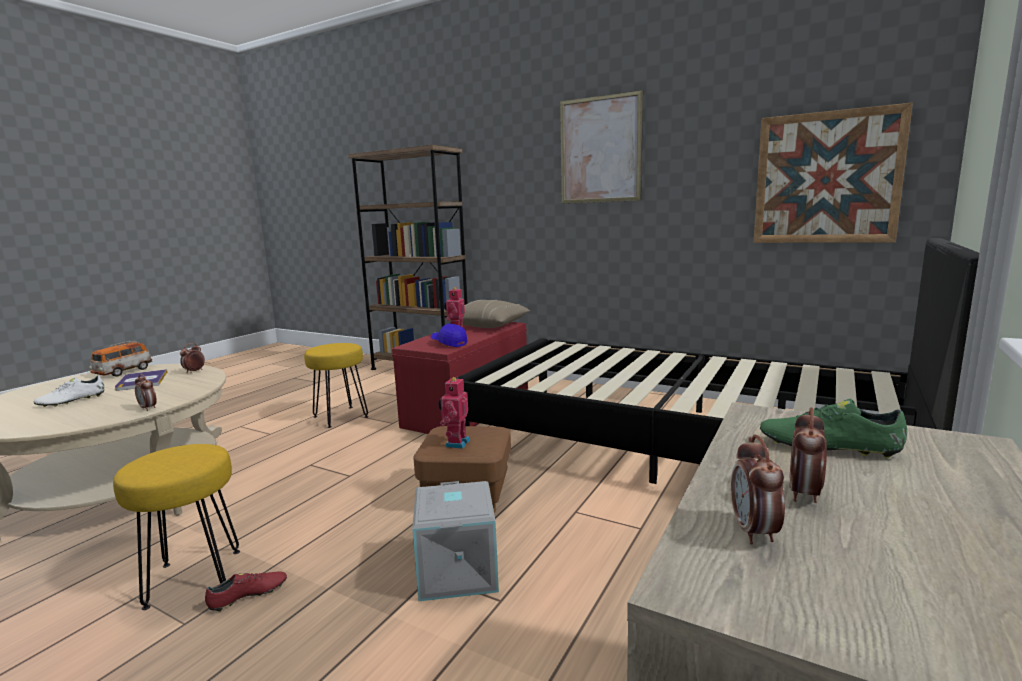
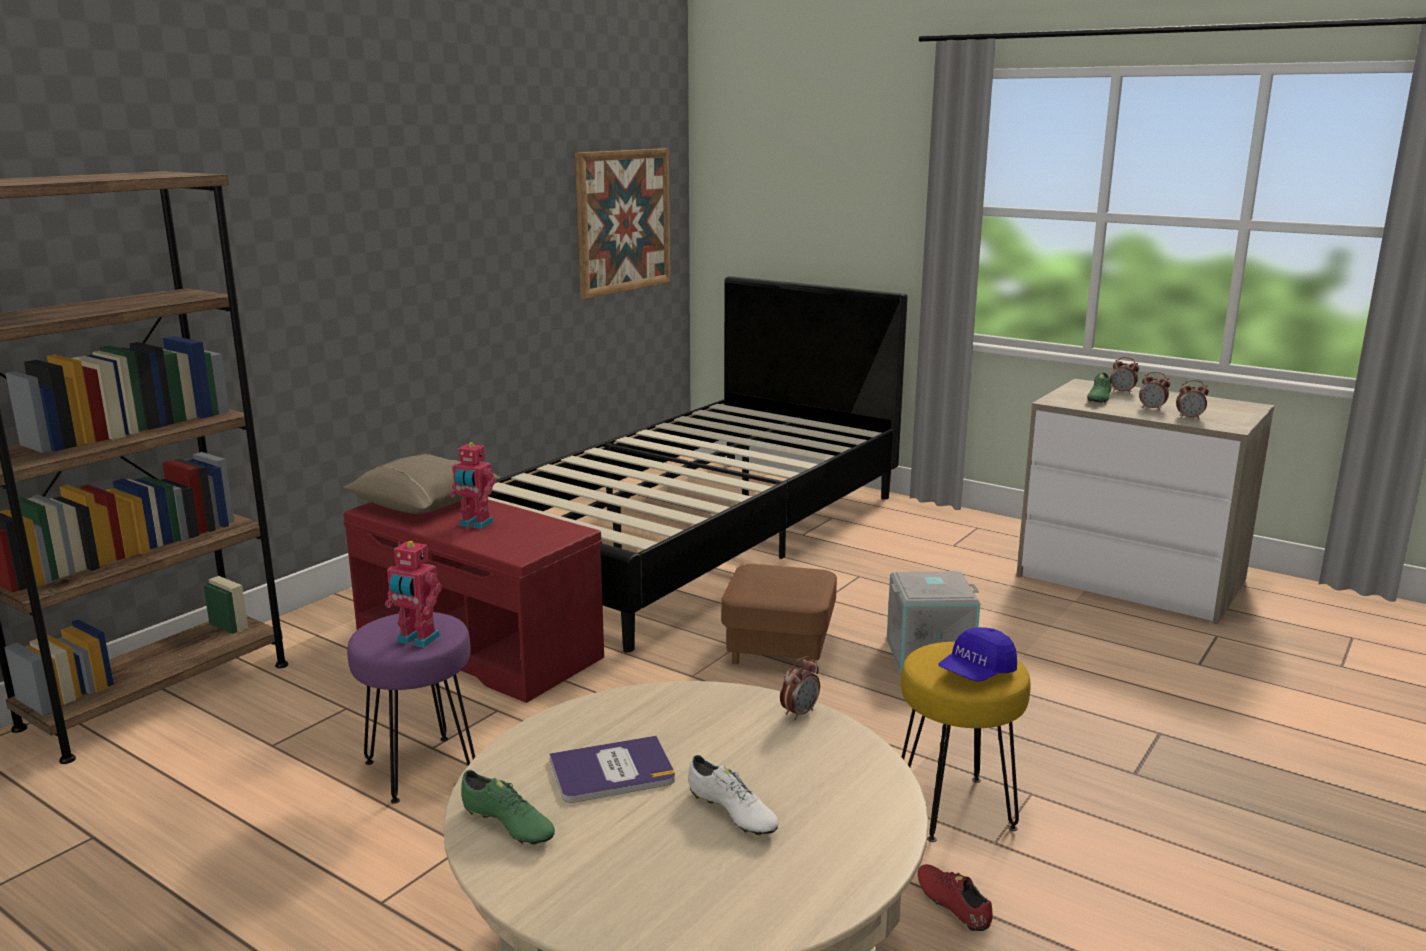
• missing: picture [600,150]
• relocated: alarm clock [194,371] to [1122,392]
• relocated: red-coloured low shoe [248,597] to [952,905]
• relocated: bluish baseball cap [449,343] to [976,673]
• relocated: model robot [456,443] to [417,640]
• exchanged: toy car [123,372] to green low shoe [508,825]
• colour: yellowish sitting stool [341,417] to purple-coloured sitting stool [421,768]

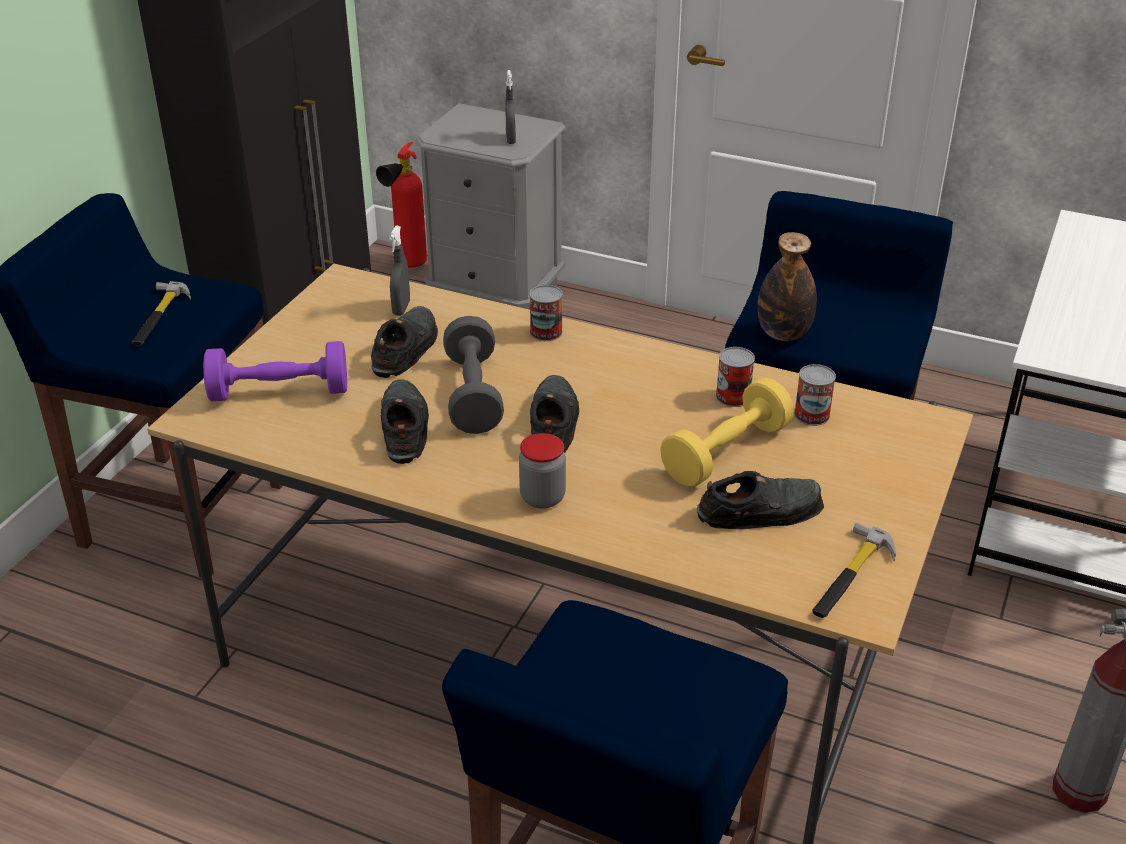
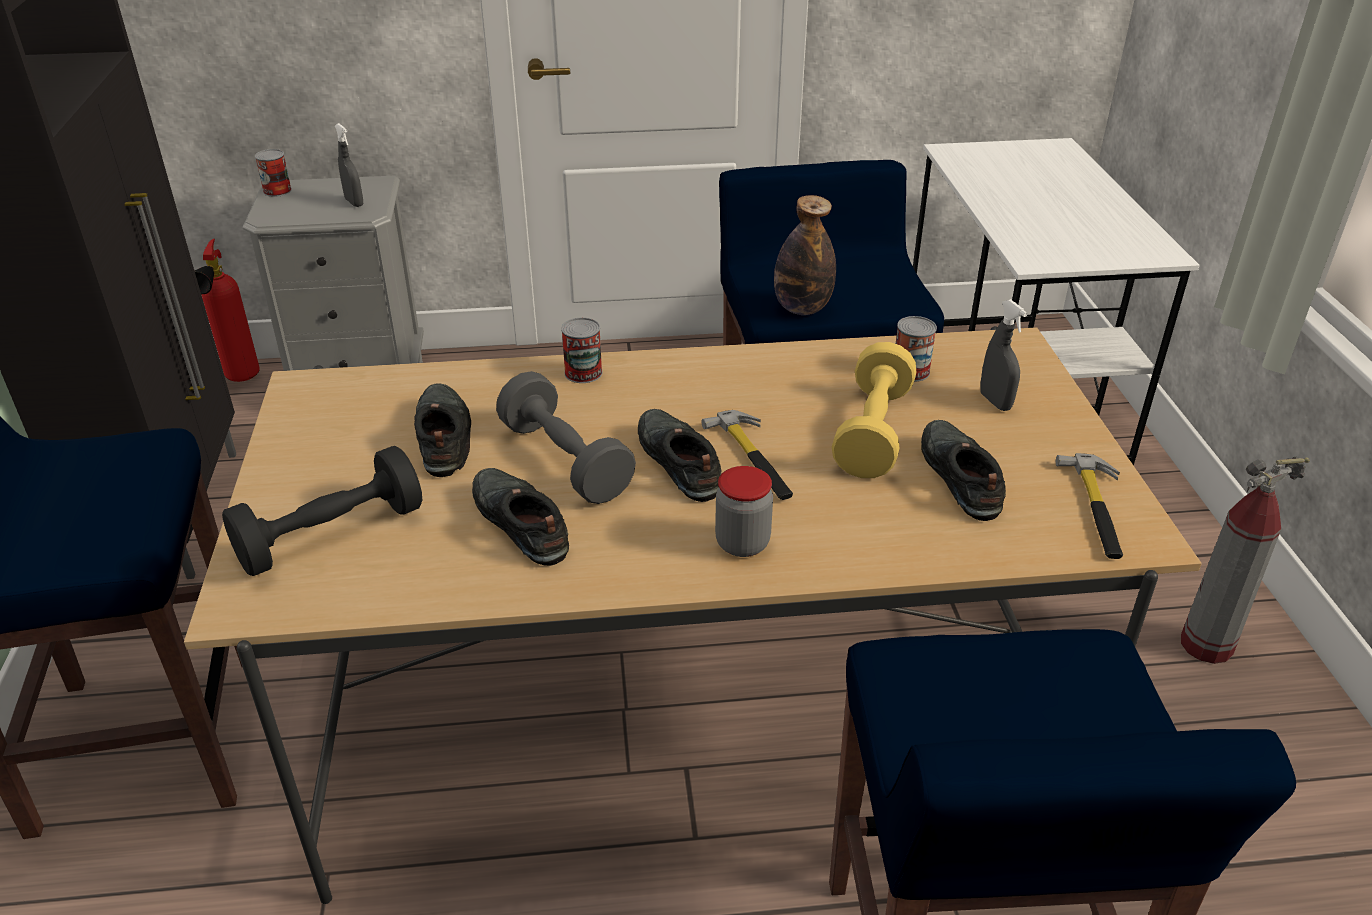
• relocated: tool hammer [159,317] to [754,458]
• relocated: grey sprayer [401,308] to [995,401]
• relocated: metal can [733,396] to [277,191]
• colour: purple-coloured dumbbell [279,392] to black-coloured dumbbell [331,535]
• spun: black-coloured low shoe [761,510] = [959,476] 60 degrees counterclockwise

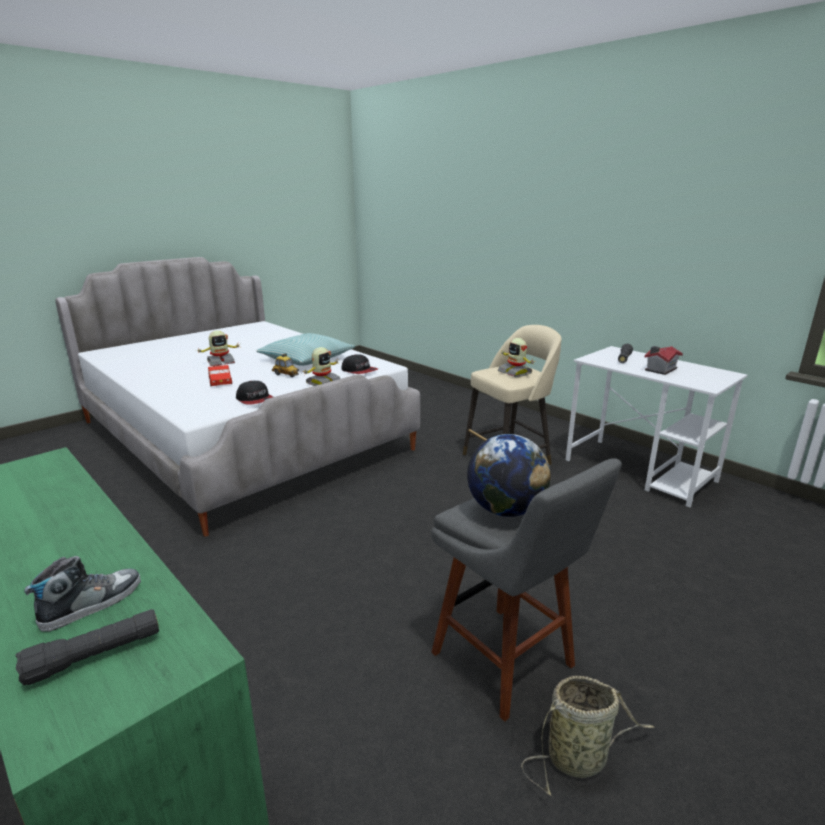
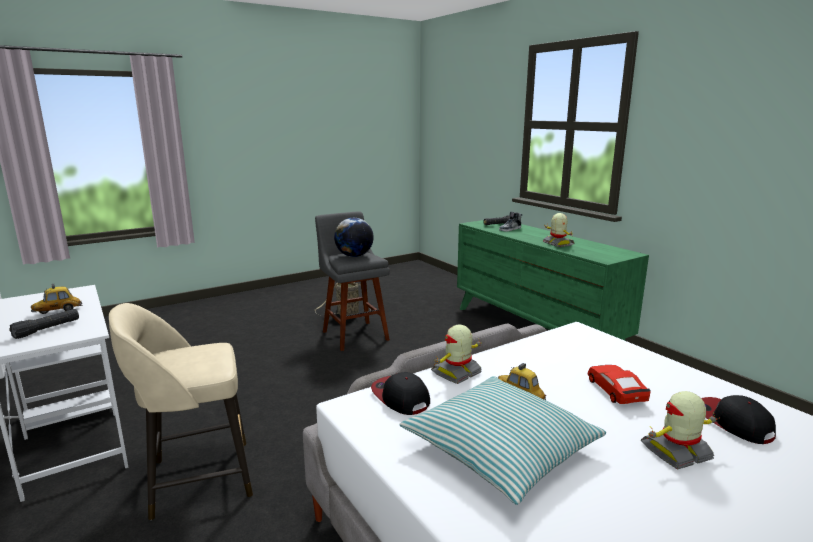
• relocated: baseball cap [255,400] to [732,422]
• relocated: model robot [515,372] to [557,244]
• exchanged: toy house [659,369] to toy car [58,311]

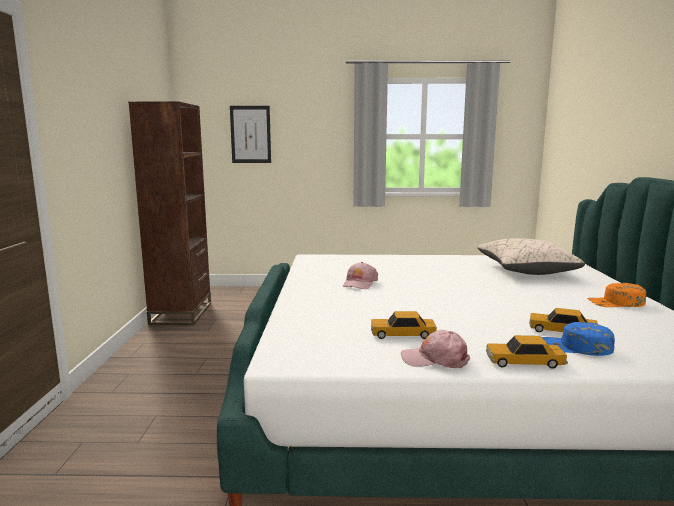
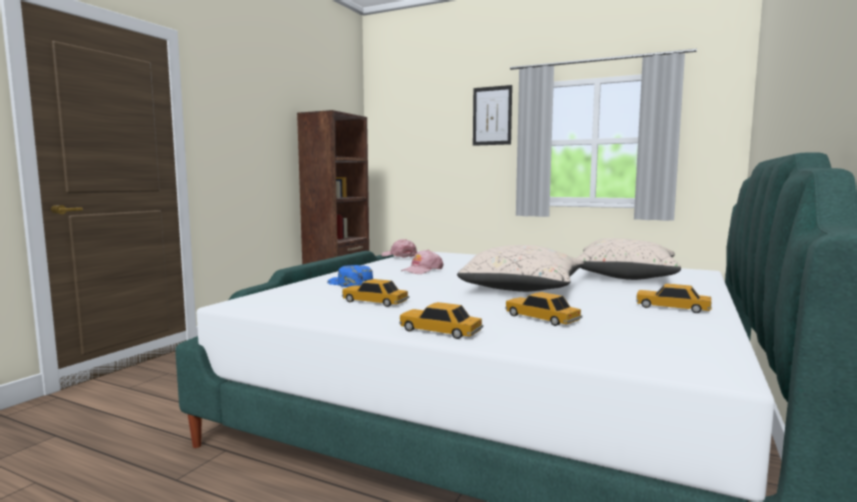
• appeared: beige-coloured pillow [523,290]
• relocated: picture [250,134] to [492,116]
• relocated: pinkish baseball cap [435,359] to [399,256]
• relocated: bluish baseball cap [575,347] to [350,284]
• exchanged: orange-coloured baseball cap [616,303] to toy car [672,308]

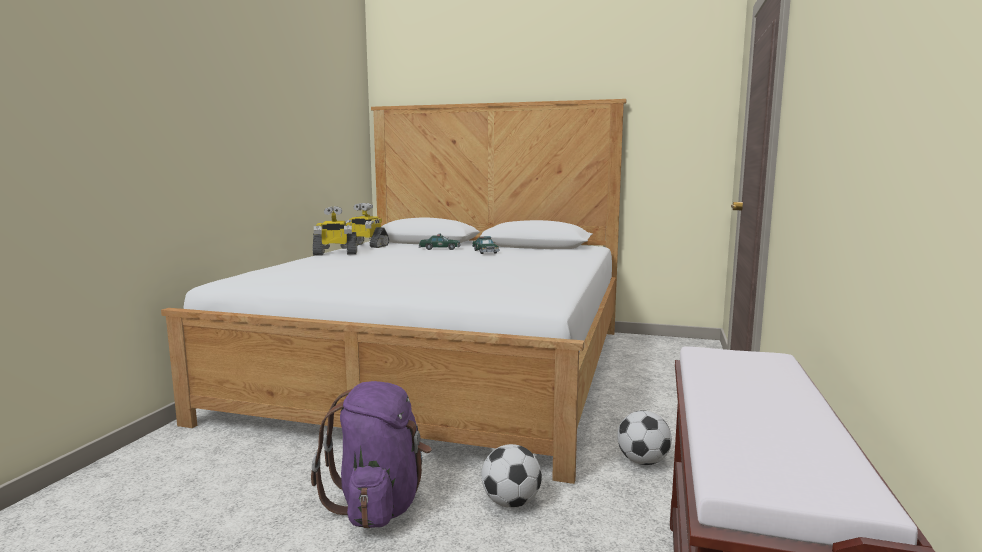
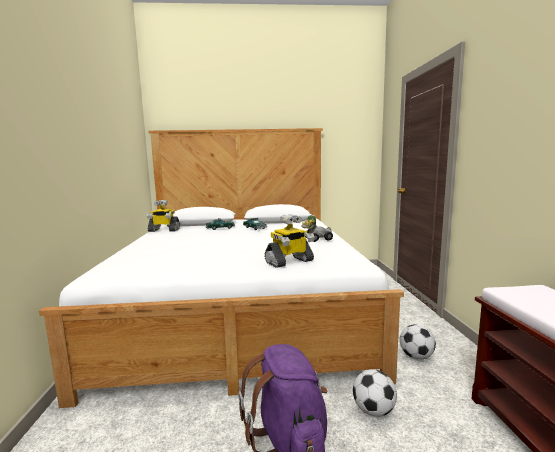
• appeared: toy car [316,239]
• relocated: model robot [335,253] to [289,262]

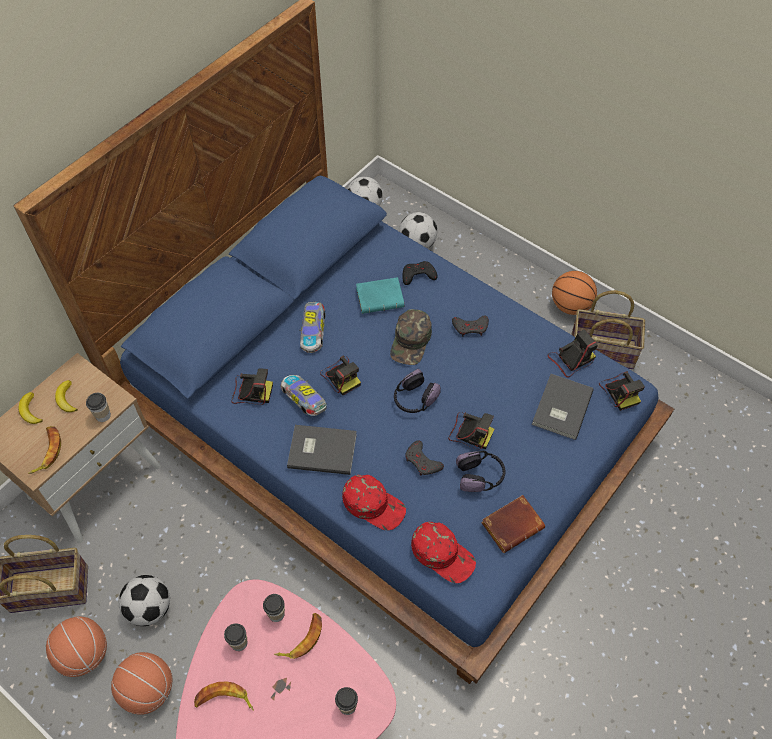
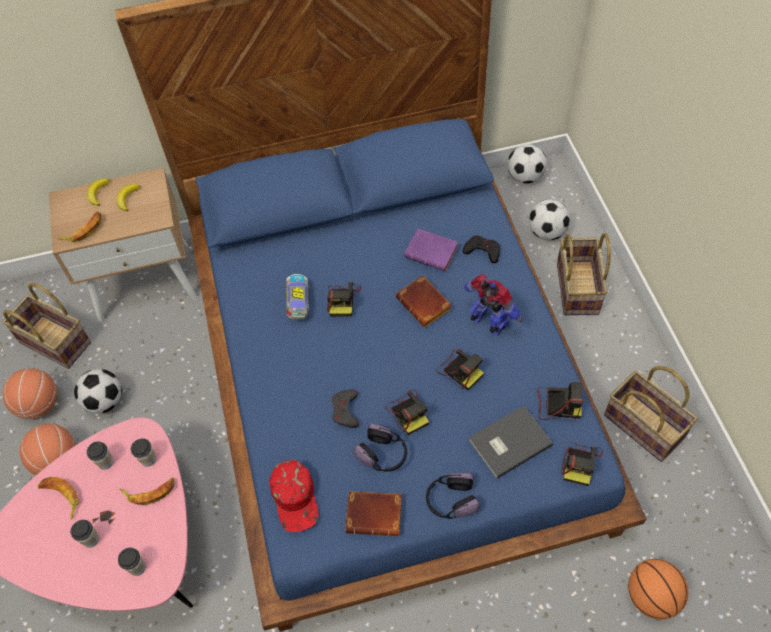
• missing: grey bound book [321,449]
• missing: toy car [313,331]
• missing: red-coloured baseball cap [374,504]
• appeared: storage basket [578,288]
• relocated: drinking cup [103,415] to [91,539]
• relocated: still camera [251,391] to [459,370]
• relocated: headphones [414,399] to [451,500]
• relocated: basketball [570,306] to [651,596]
• exchanged: green baseball cap [411,341] to brownish bound book [425,304]
• exchanged: grey joypad [470,327] to model robot [488,322]
• colour: turquoise bound book [381,297] to purple-coloured bound book [433,252]

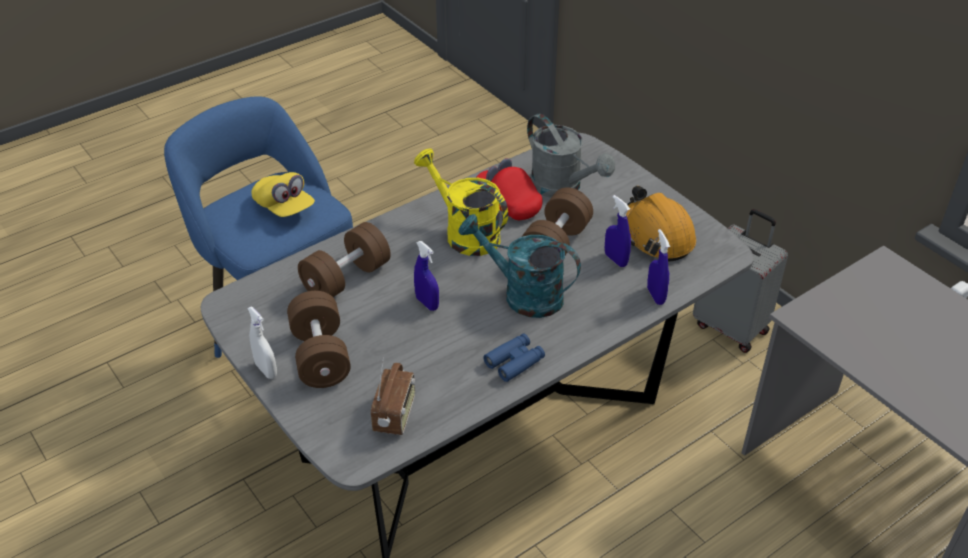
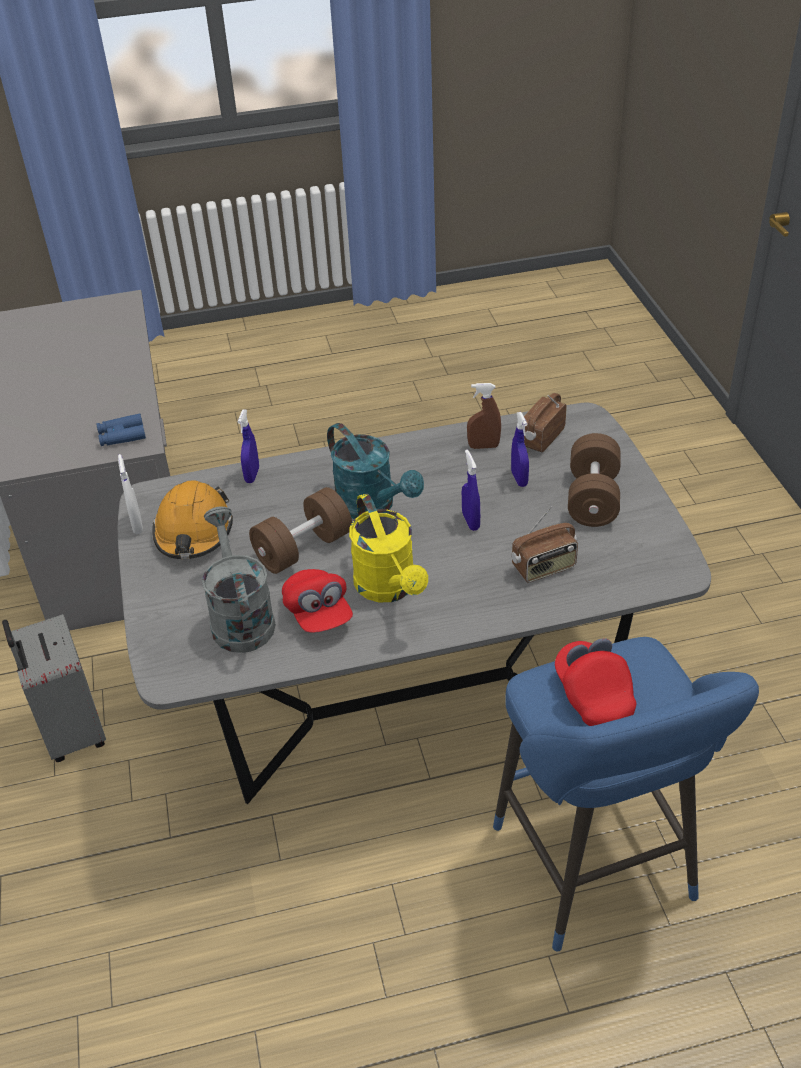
• appeared: brownish sprayer [483,446]
• relocated: white-coloured sprayer [266,370] to [137,525]
• relocated: bluish field glasses [514,362] to [122,435]
• relocated: bluish sprayer [615,260] to [519,479]
• exchanged: brownish dumbbell [346,279] to radio set [544,568]
• colour: yellowish baseball cap [284,207] to red-coloured baseball cap [593,695]

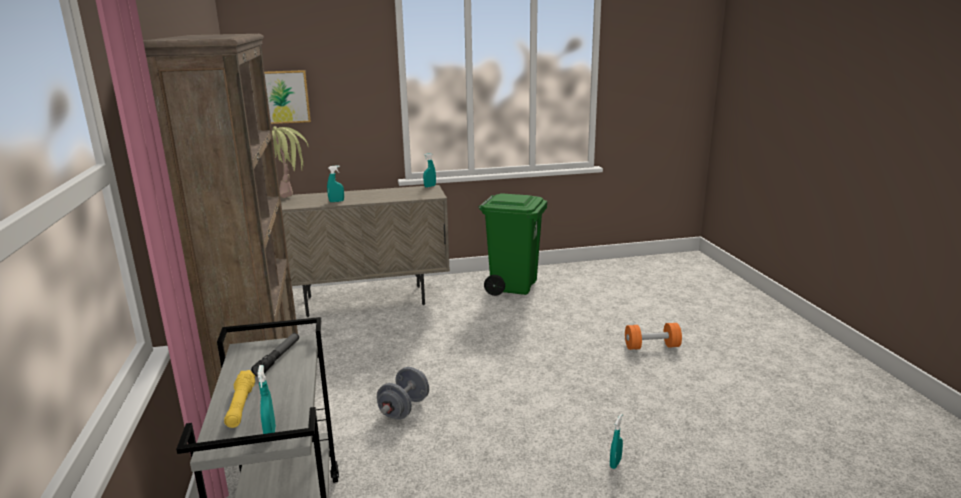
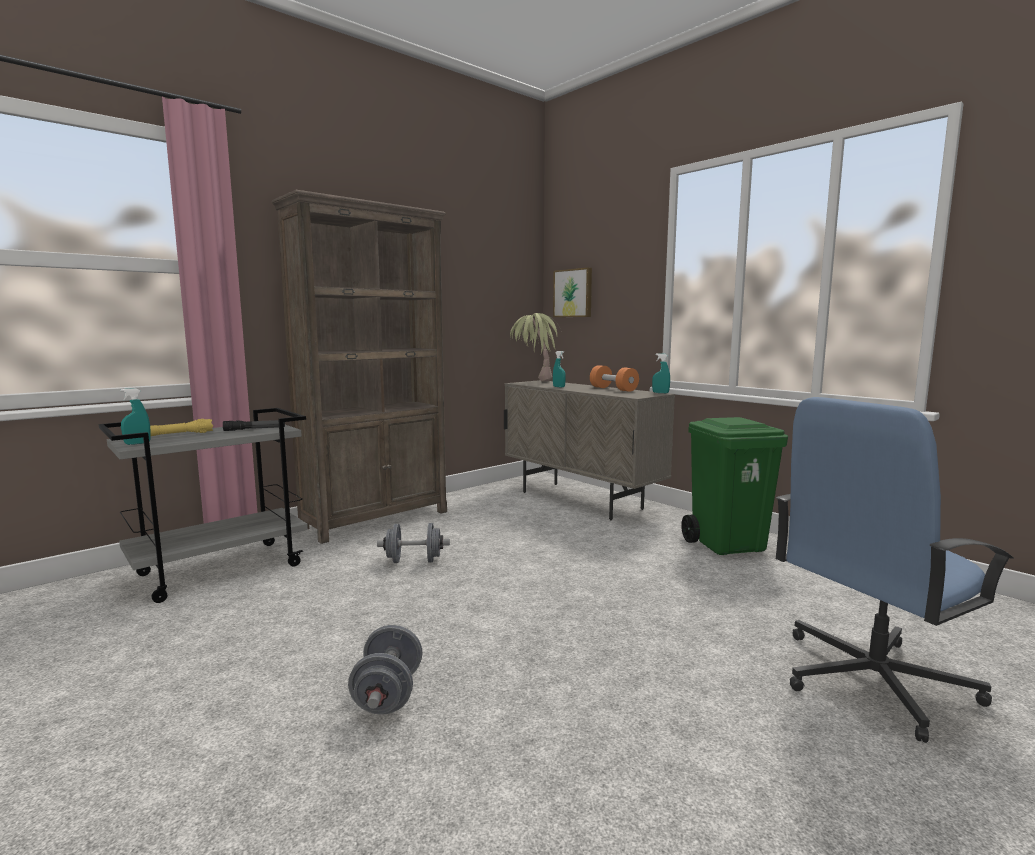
• appeared: bluish computer chair [871,680]
• relocated: orange-coloured dumbbell [652,346] to [613,389]
• exchanged: turquoise sprayer [615,463] to grey dumbbell [388,695]

